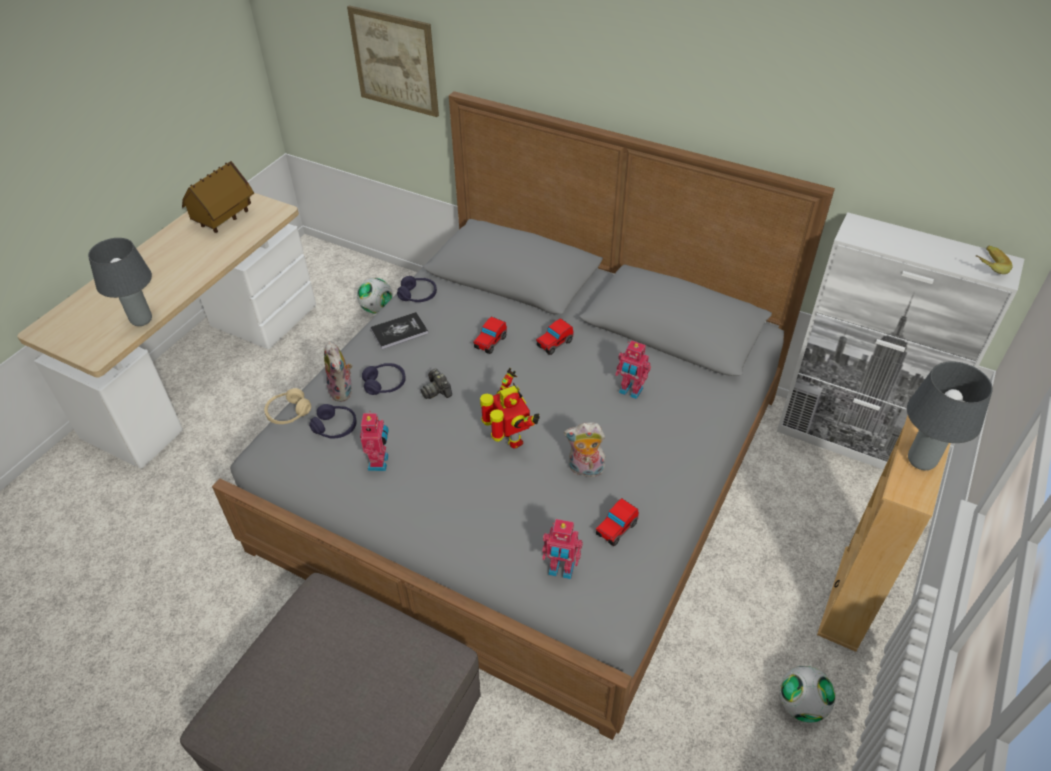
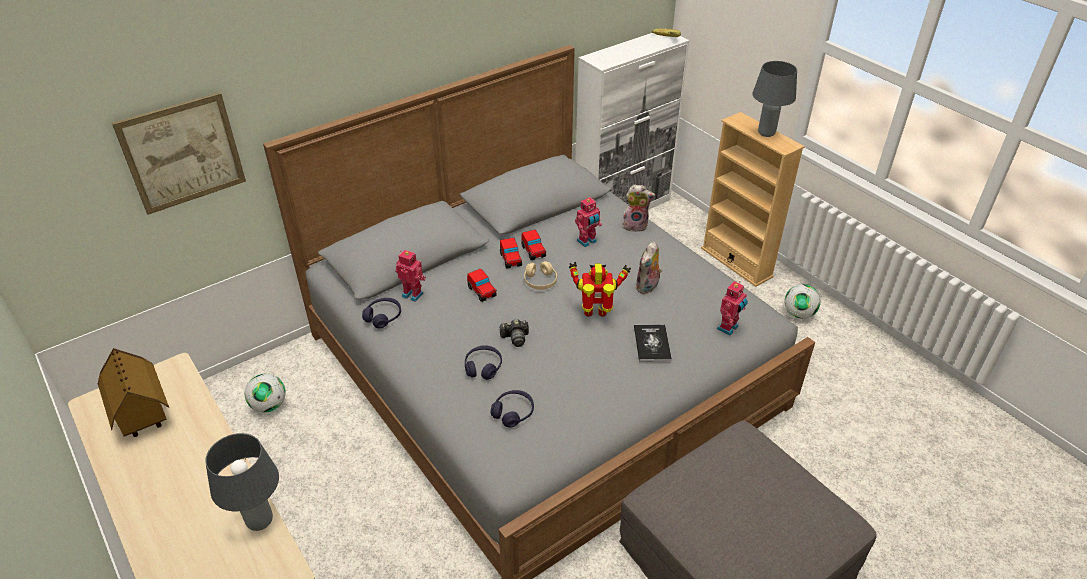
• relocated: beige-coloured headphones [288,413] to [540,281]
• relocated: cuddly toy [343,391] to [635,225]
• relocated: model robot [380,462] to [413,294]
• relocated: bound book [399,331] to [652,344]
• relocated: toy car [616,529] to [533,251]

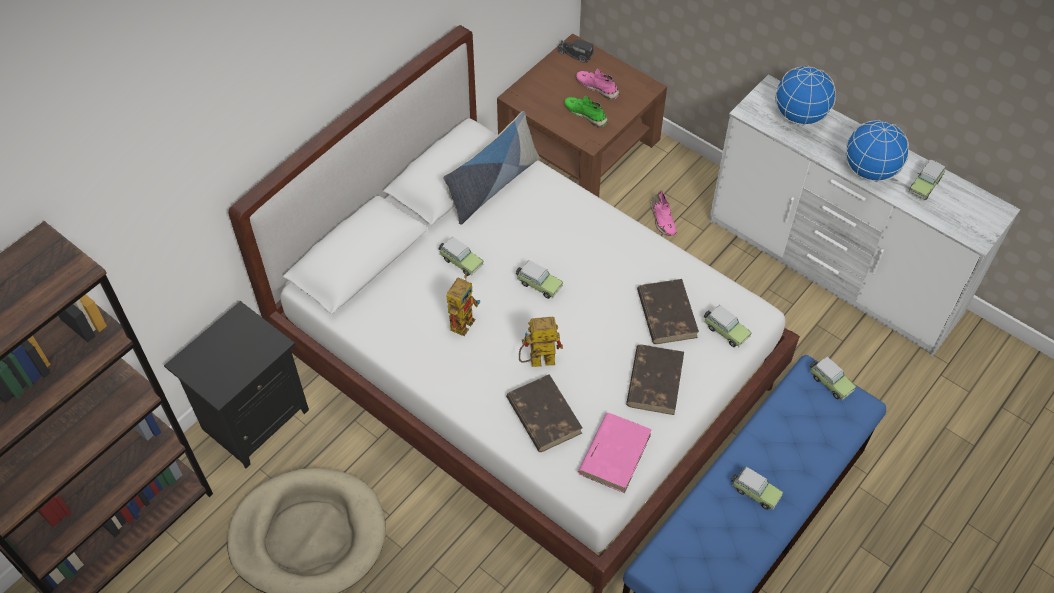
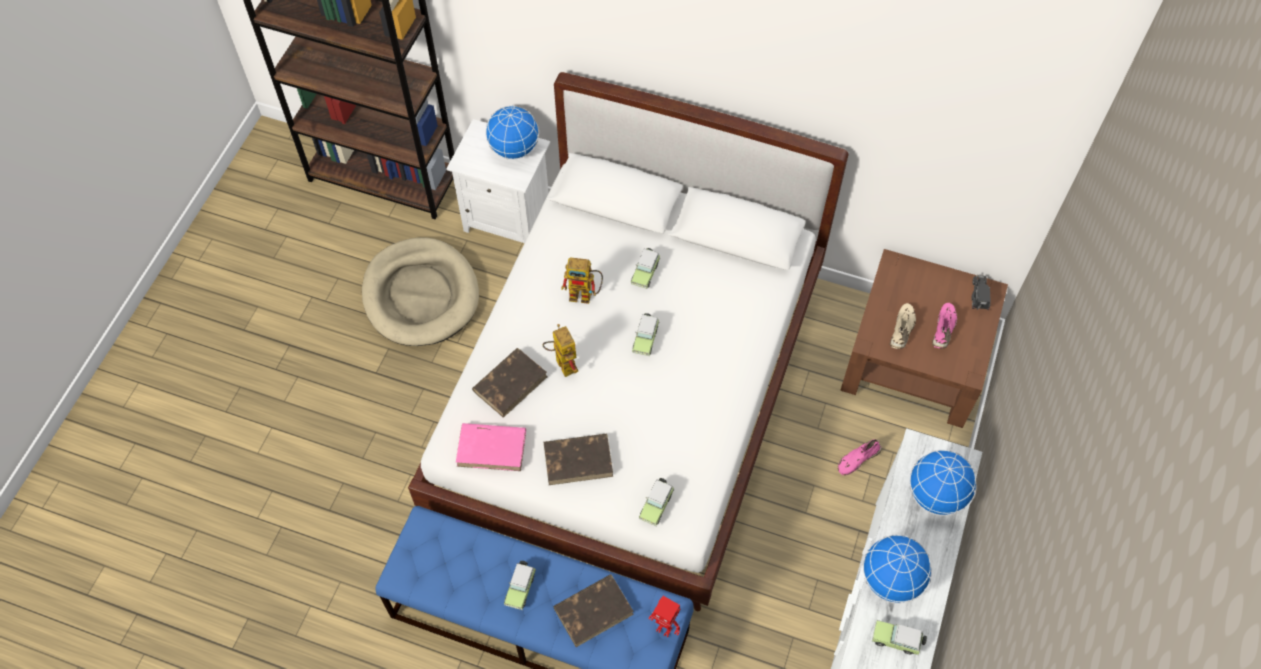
• missing: pillow [493,186]
• appeared: world globe [514,149]
• relocated: brownish bound book [666,313] to [594,611]
• exchanged: toy car [829,382] to model robot [664,629]
• colour: black-coloured night table [253,419] to white-coloured night table [508,218]
• colour: green low shoe [586,114] to beige-coloured low shoe [902,329]

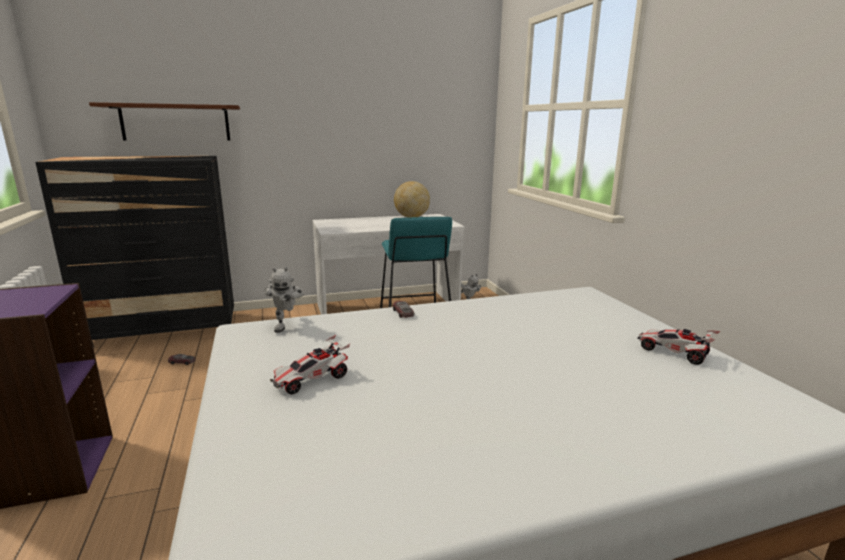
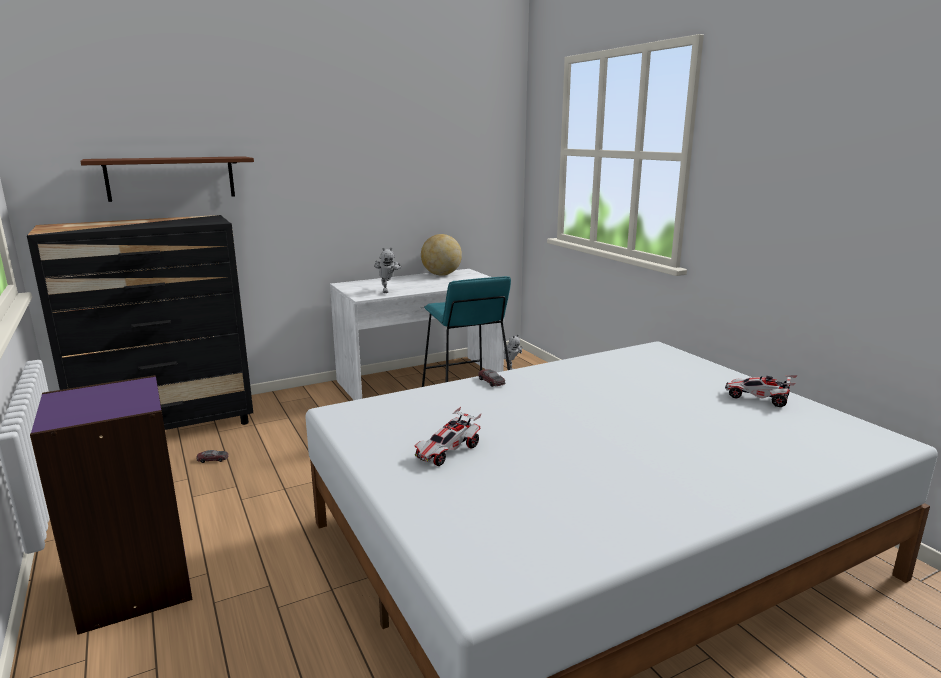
• relocated: model robot [286,326] to [387,291]

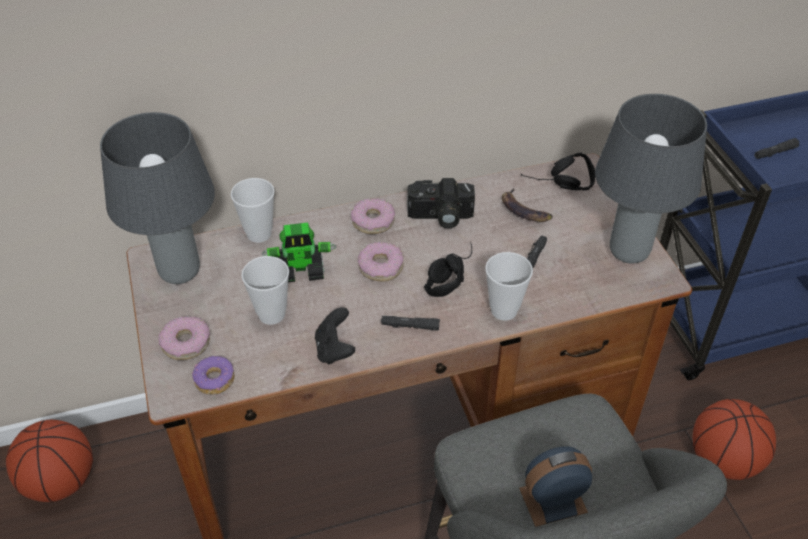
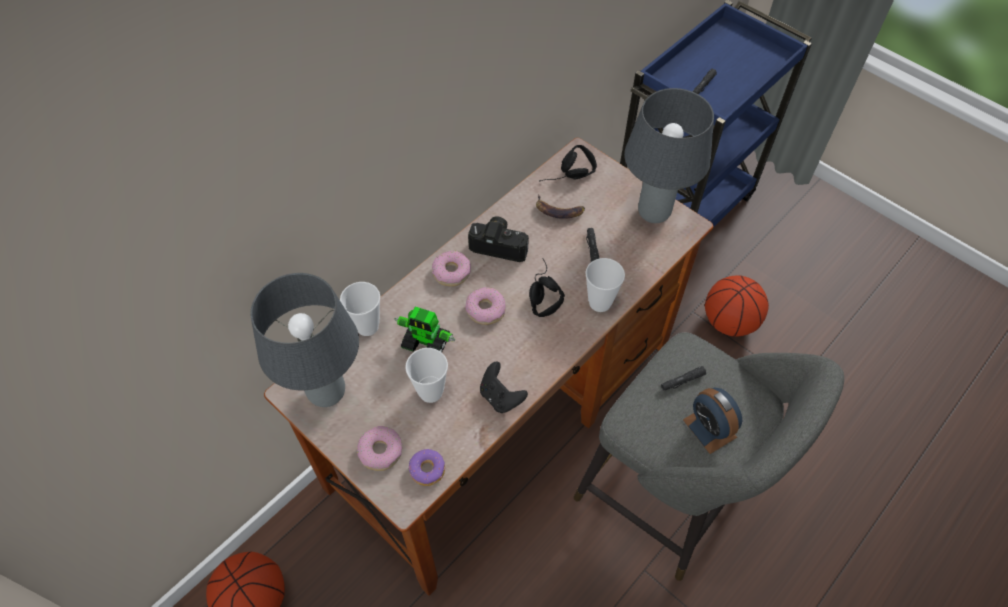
• relocated: black-coloured flashlight [410,326] to [682,381]
• spun: model robot [301,271] = [426,343] 60 degrees clockwise
• spun: still camera [440,217] = [500,245] 135 degrees counterclockwise
• spun: alarm clock [553,500] = [709,428] 75 degrees counterclockwise

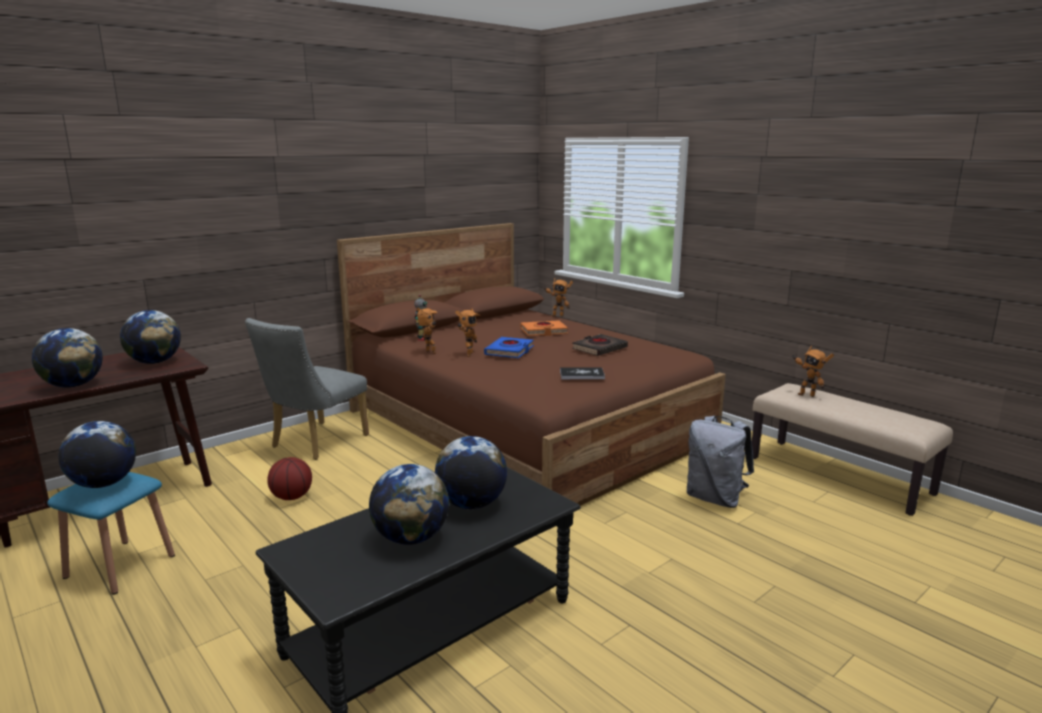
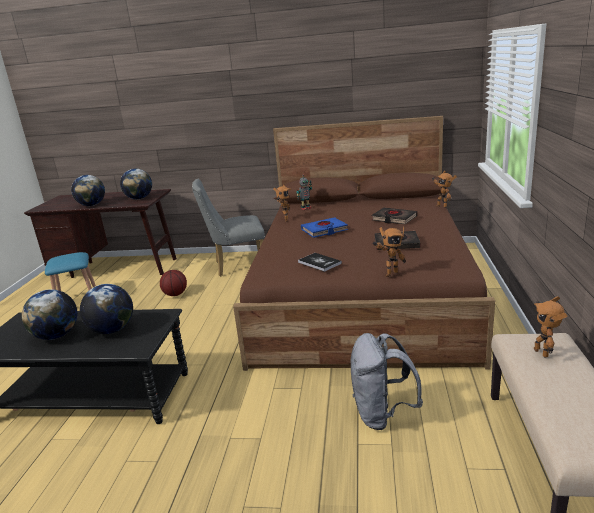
• missing: world globe [103,484]
• relocated: model robot [467,355] to [390,273]
• colour: orange-coloured bound book [543,331] to black-coloured bound book [394,219]

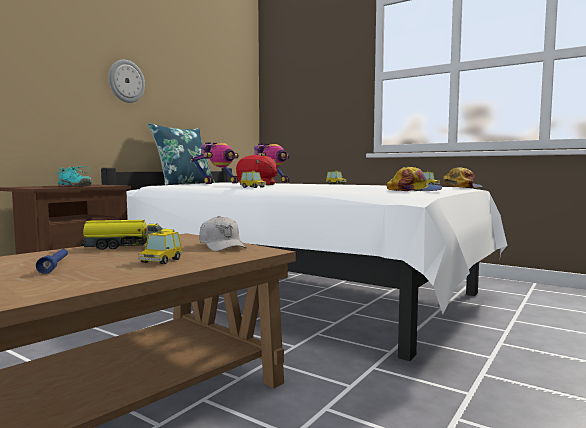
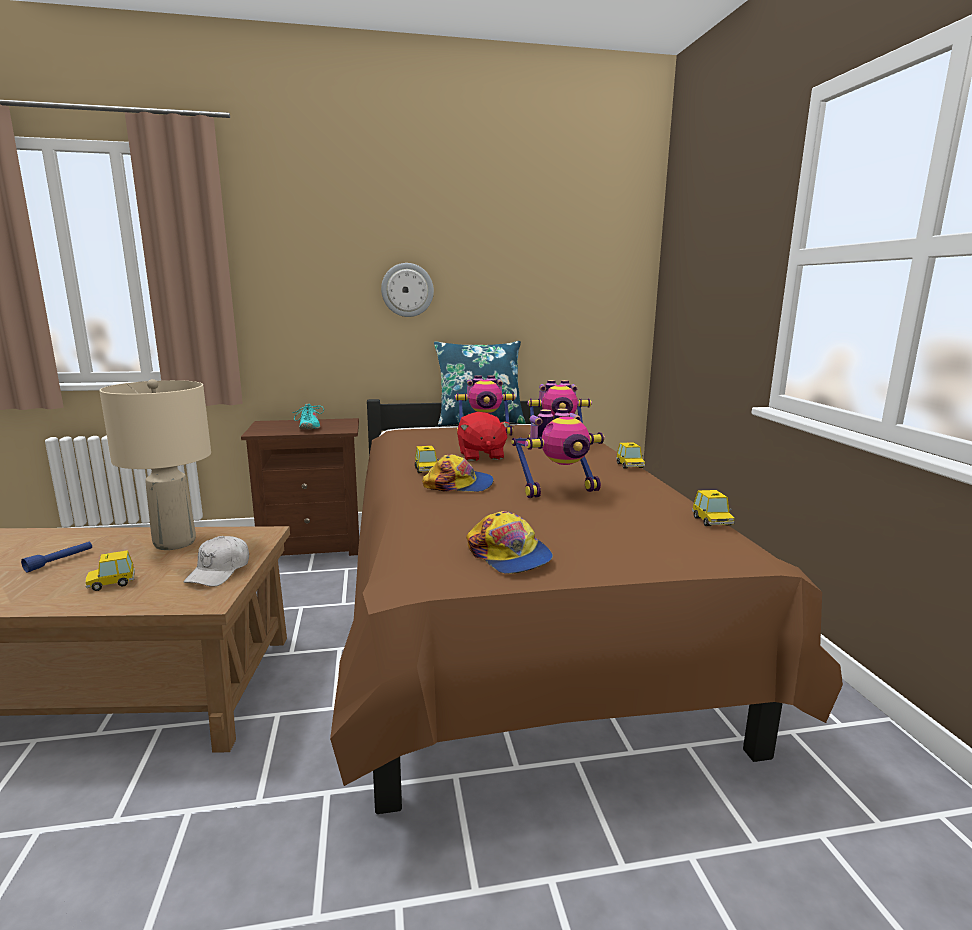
• appeared: model robot [558,490]
• relocated: baseball cap [462,187] to [459,484]
• exchanged: model truck [128,247] to beige-coloured table lamp [175,542]
• colour: white-coloured bed [296,291] to brownish bed [512,617]

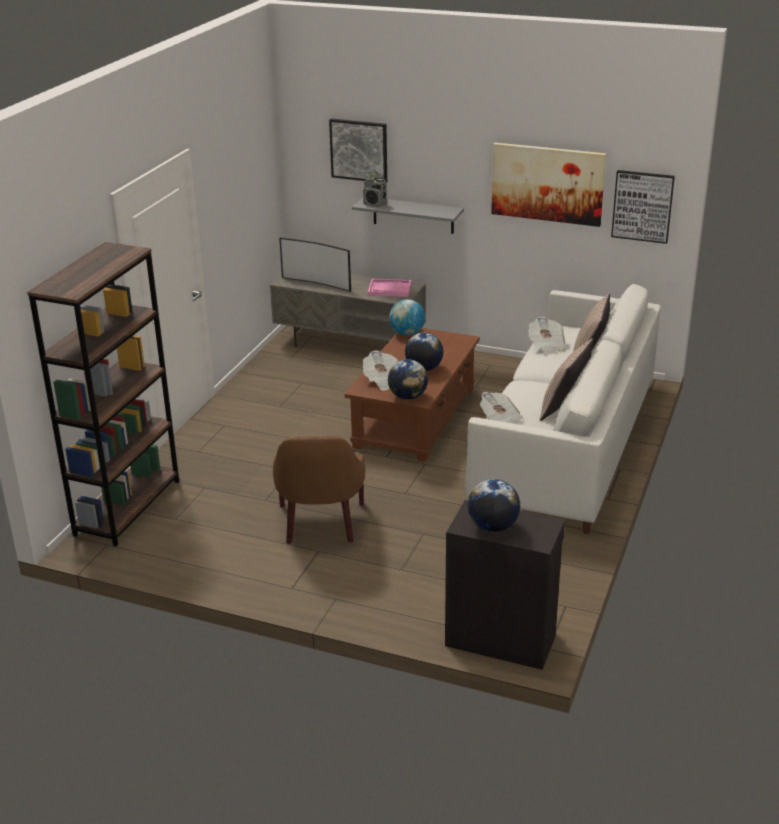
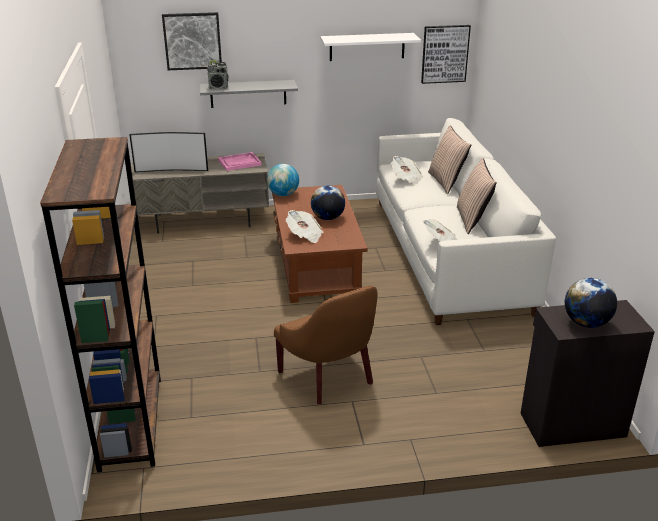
• missing: world globe [408,397]
• exchanged: picture [547,183] to white-coloured bracket shelf [367,46]

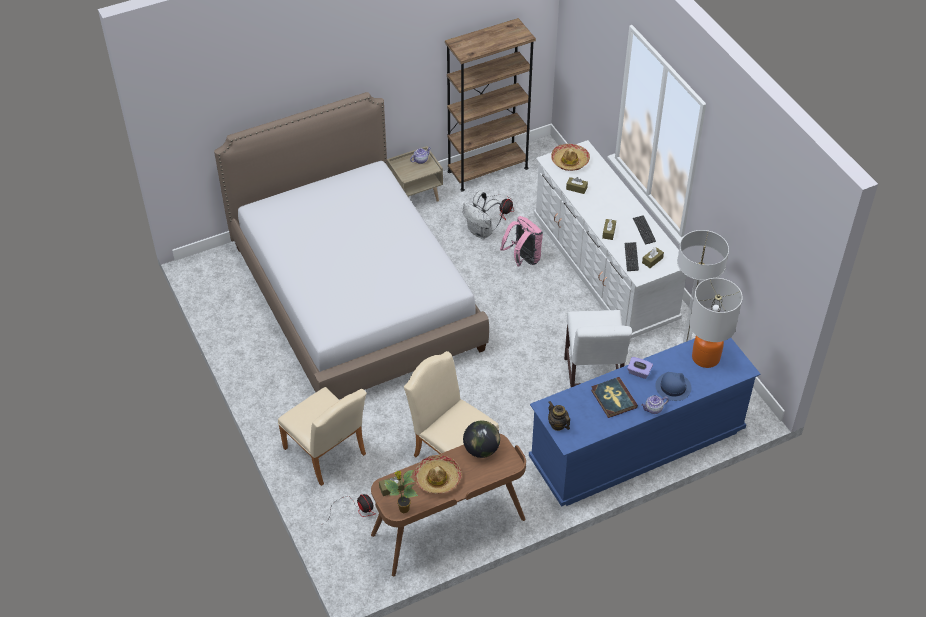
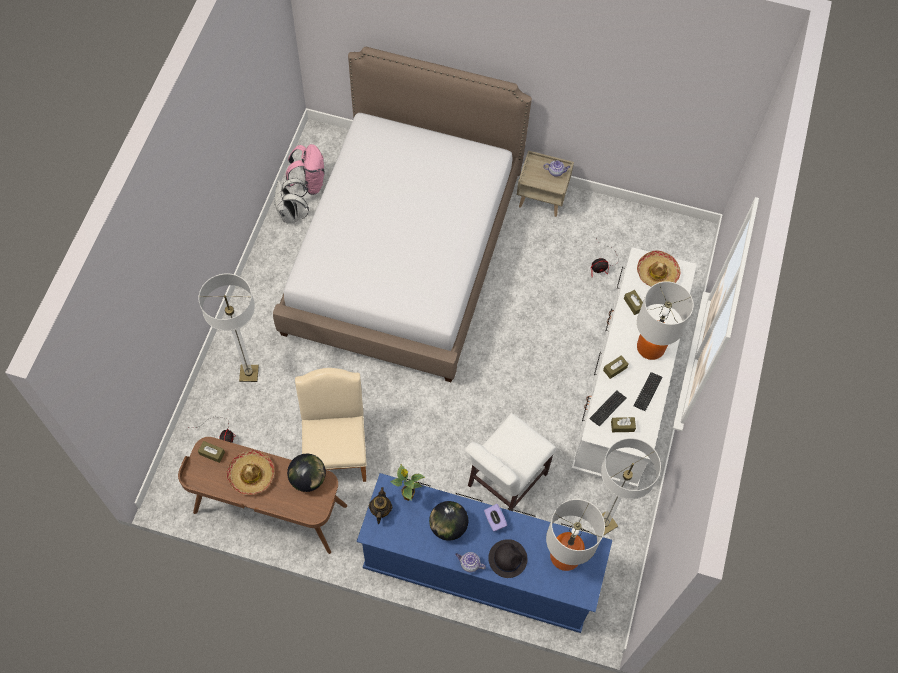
• missing: brownish bookcase [487,170]
• appeared: table lamp [651,347]
• relocated: plant in a pot [403,509] to [407,495]
• relocated: white-coloured rucksack [481,232] to [291,214]
• relocated: pinkish rucksack [523,259] to [309,183]
• exchanged: beige-coloured chair [327,454] to standard lamp [249,373]
• exchanged: bound book [613,399] to world globe [448,526]
• colour: bluish hat [672,387] to black-coloured hat [507,558]

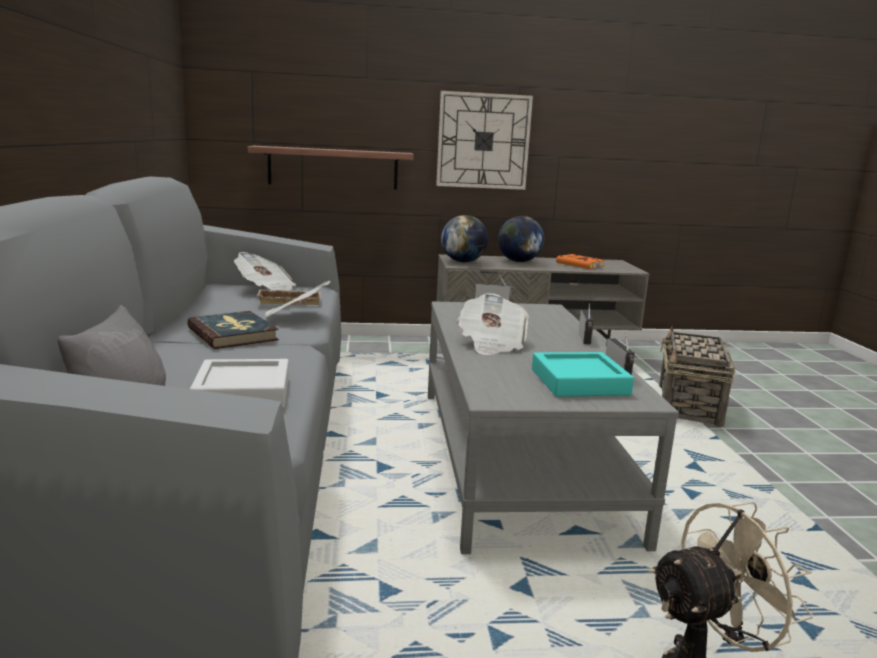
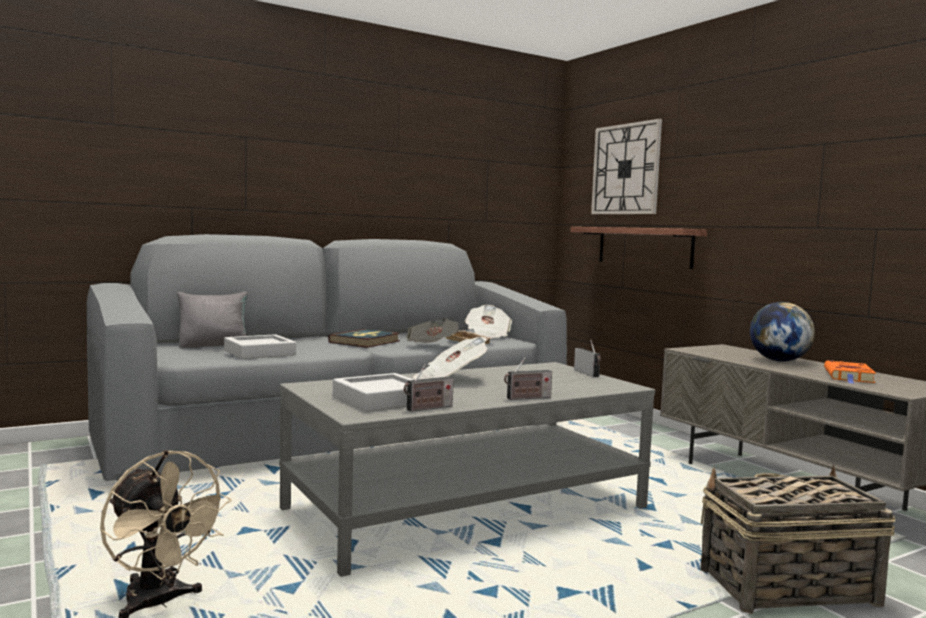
• missing: world globe [463,261]
• relocated: clock on the wall [483,141] to [626,169]
• colour: turquoise carrying tray [579,382] to grey carrying tray [381,400]

